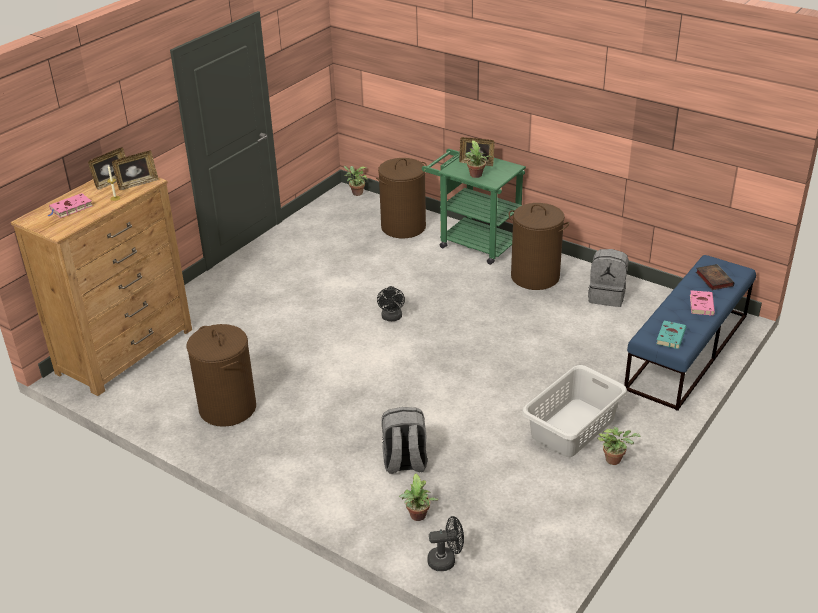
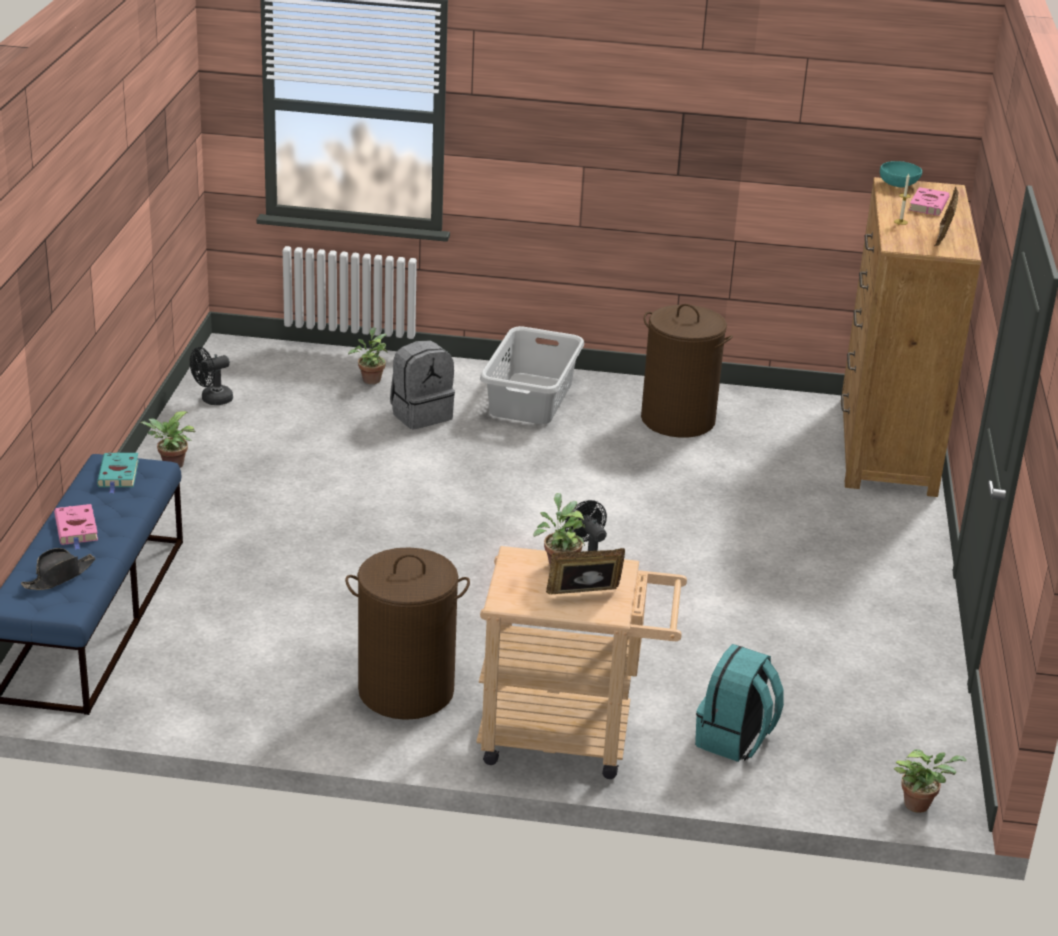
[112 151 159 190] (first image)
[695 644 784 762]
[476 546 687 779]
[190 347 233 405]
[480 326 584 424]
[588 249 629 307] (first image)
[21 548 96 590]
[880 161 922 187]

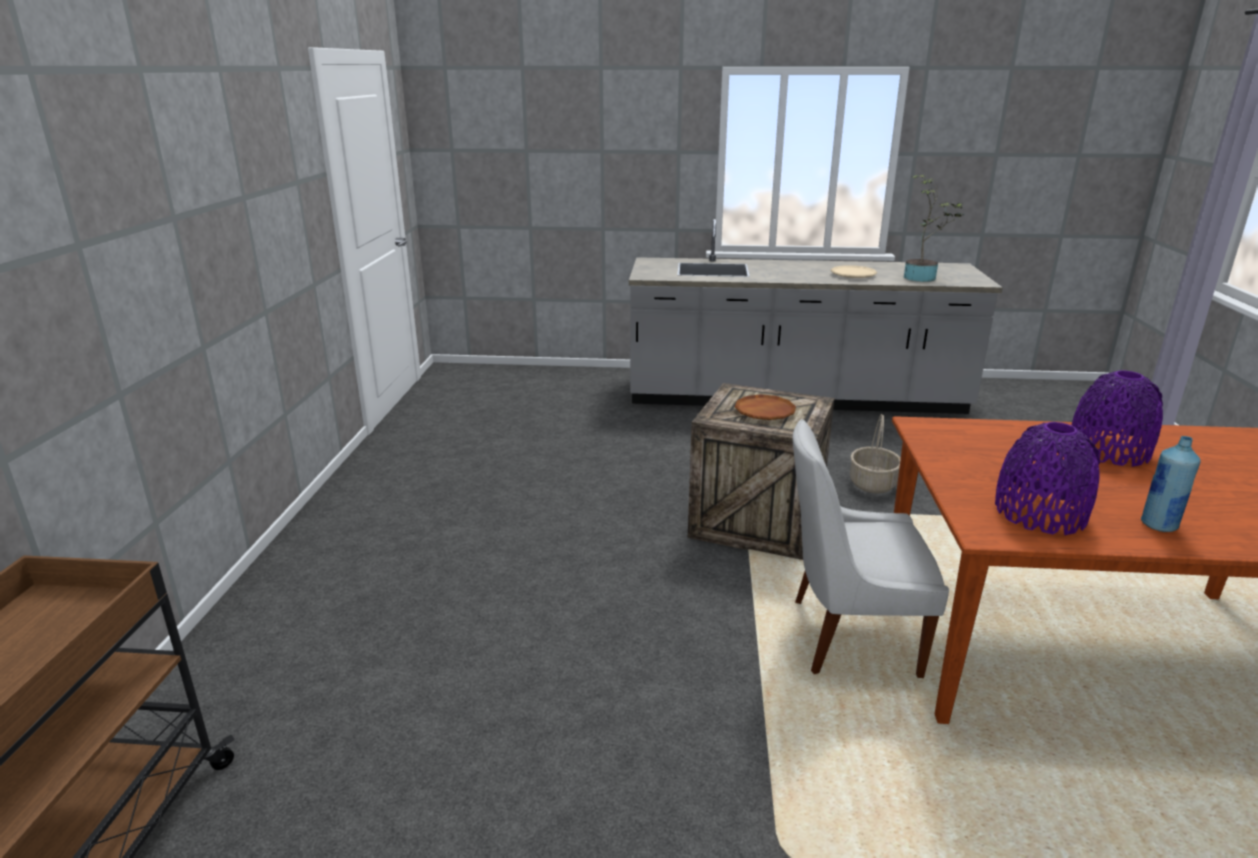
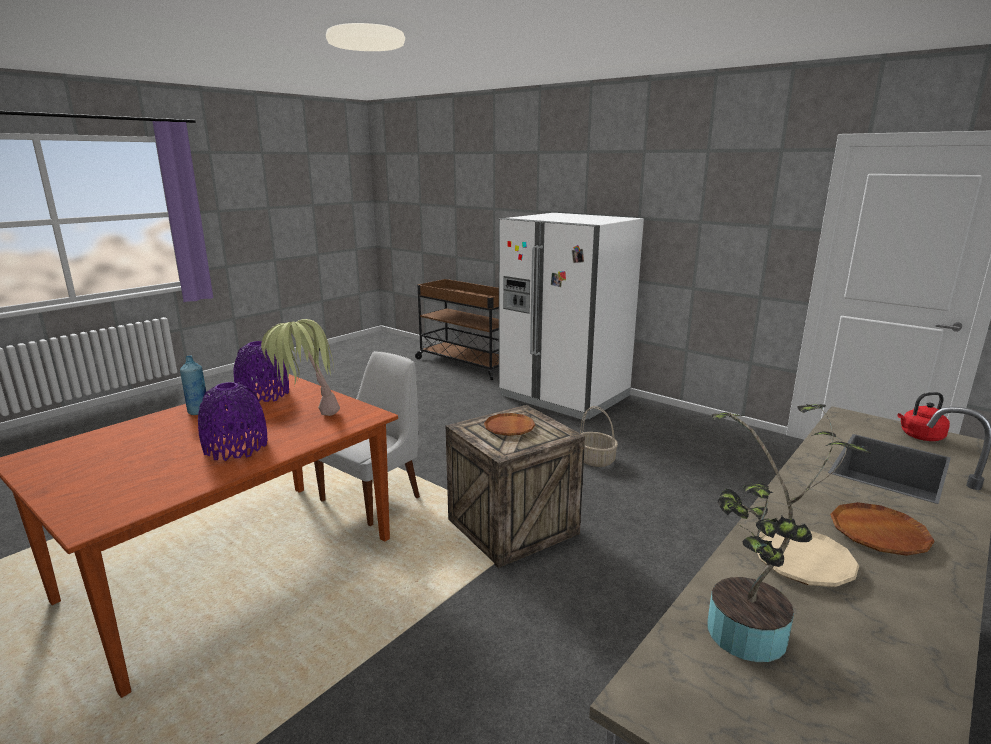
[580 406 618 467]
[261 319 340 416]
[499 213 644 420]
[830 502 935 556]
[897 392 950 441]

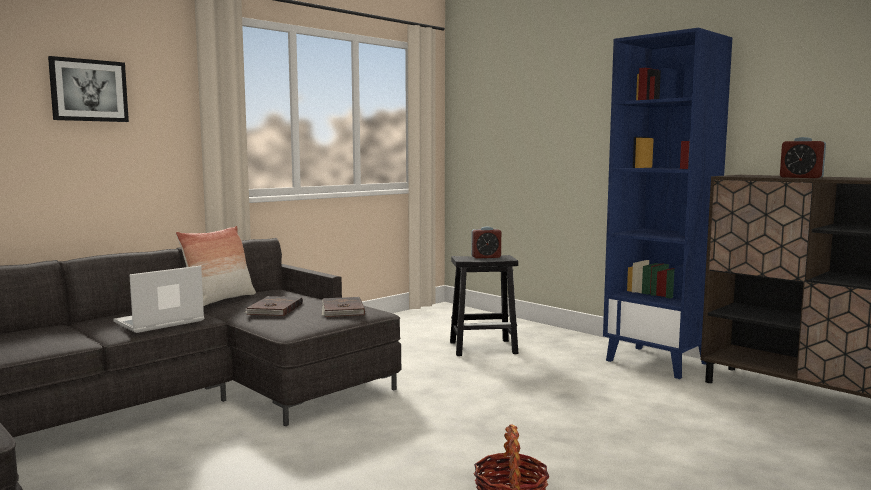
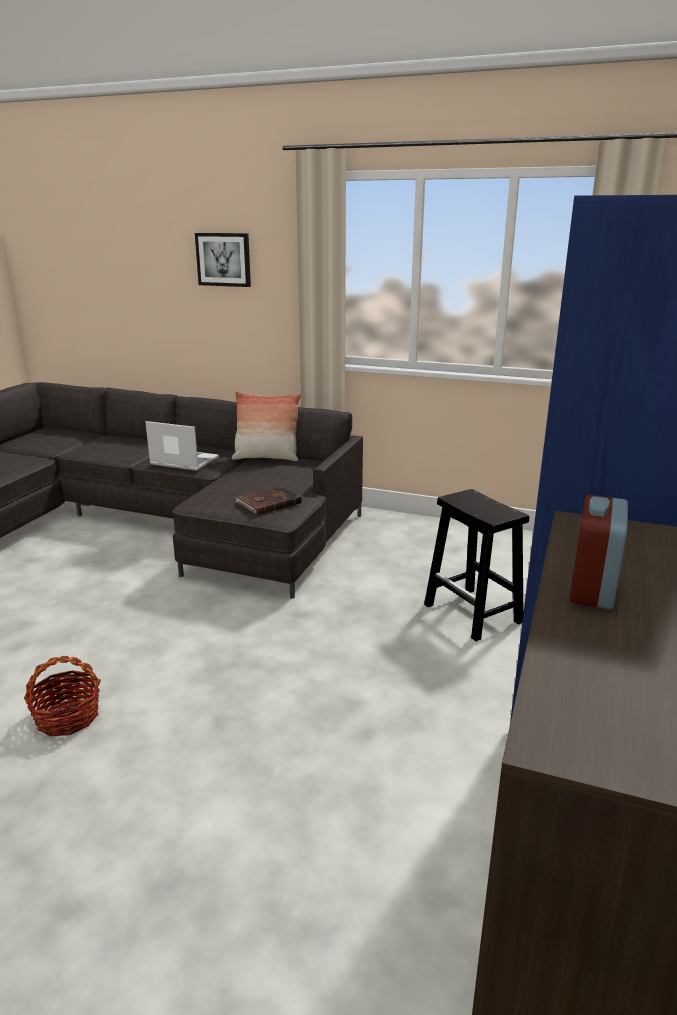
[243 296 303 316] (first image)
[471 226 501 258] (first image)

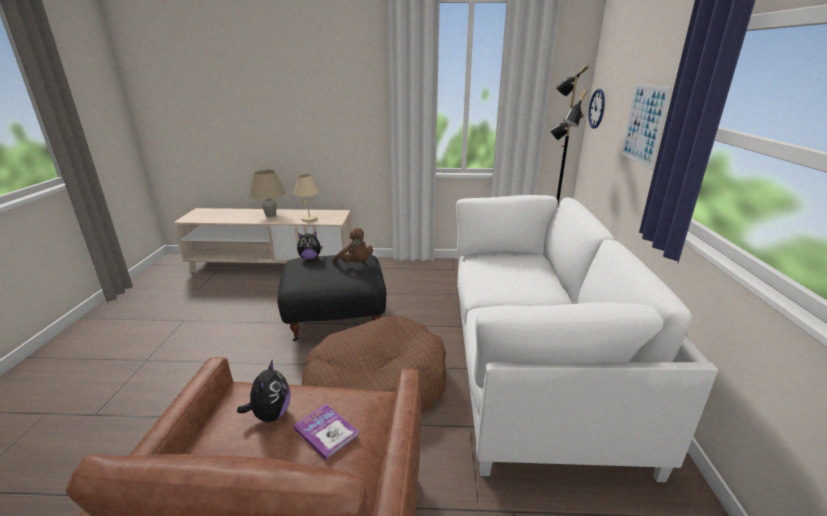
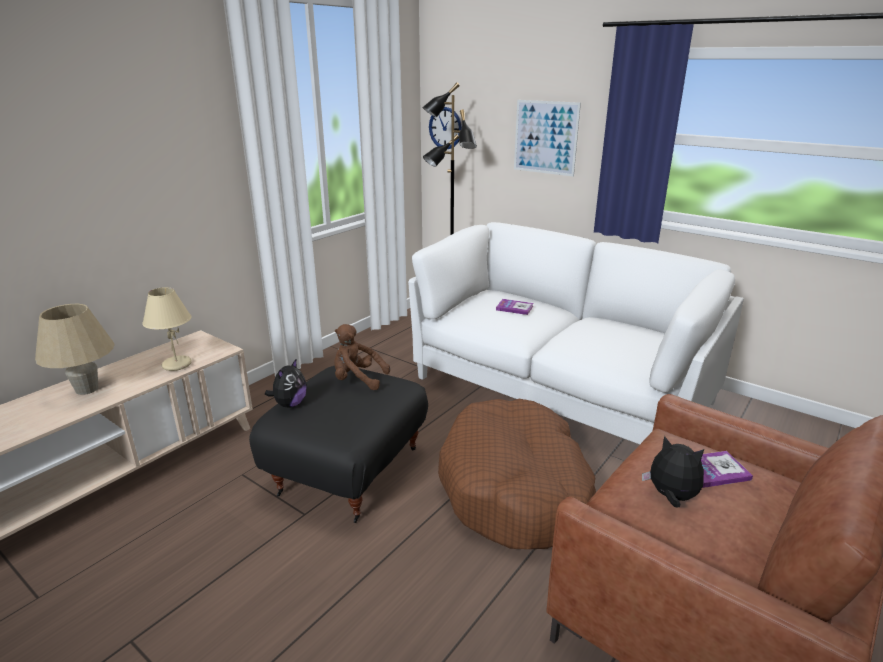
[334 324 390 390]
[496 299 533 315]

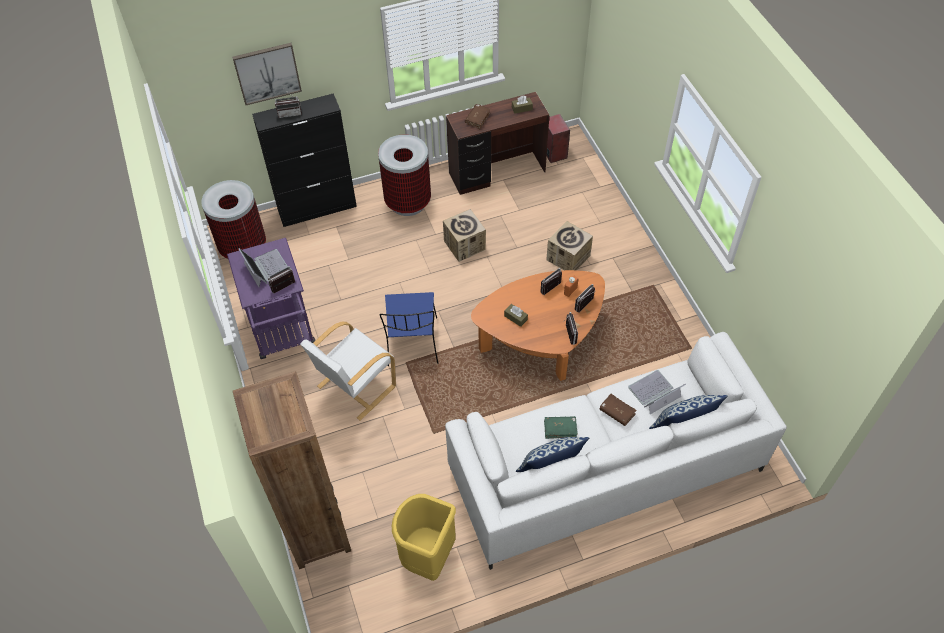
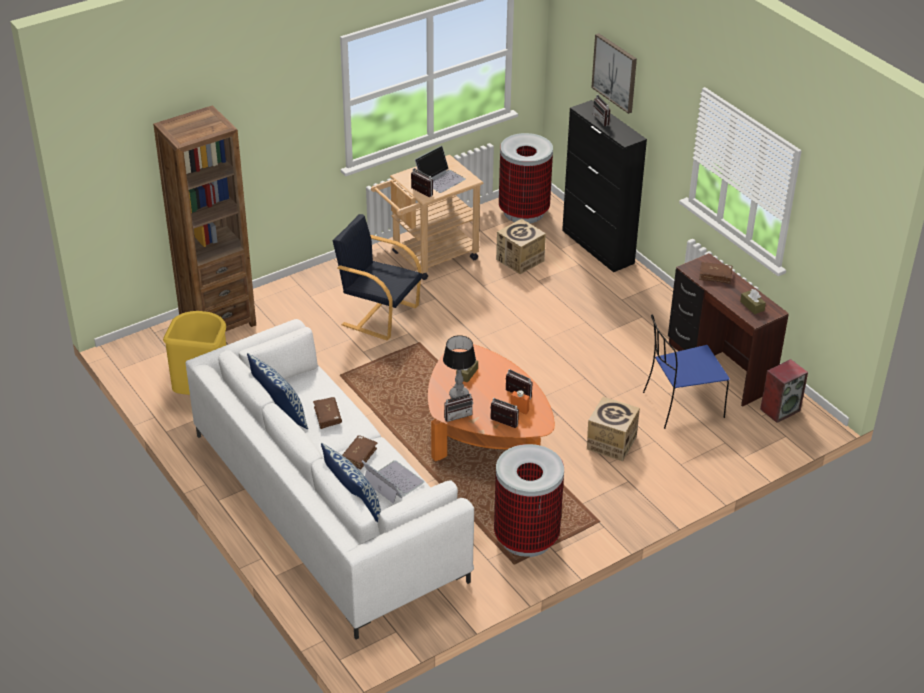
[371 155 483 280]
[333 214 422 340]
[494 444 564 557]
[643 315 730 429]
[496 219 546 274]
[313 397 342 429]
[443 335 476 399]

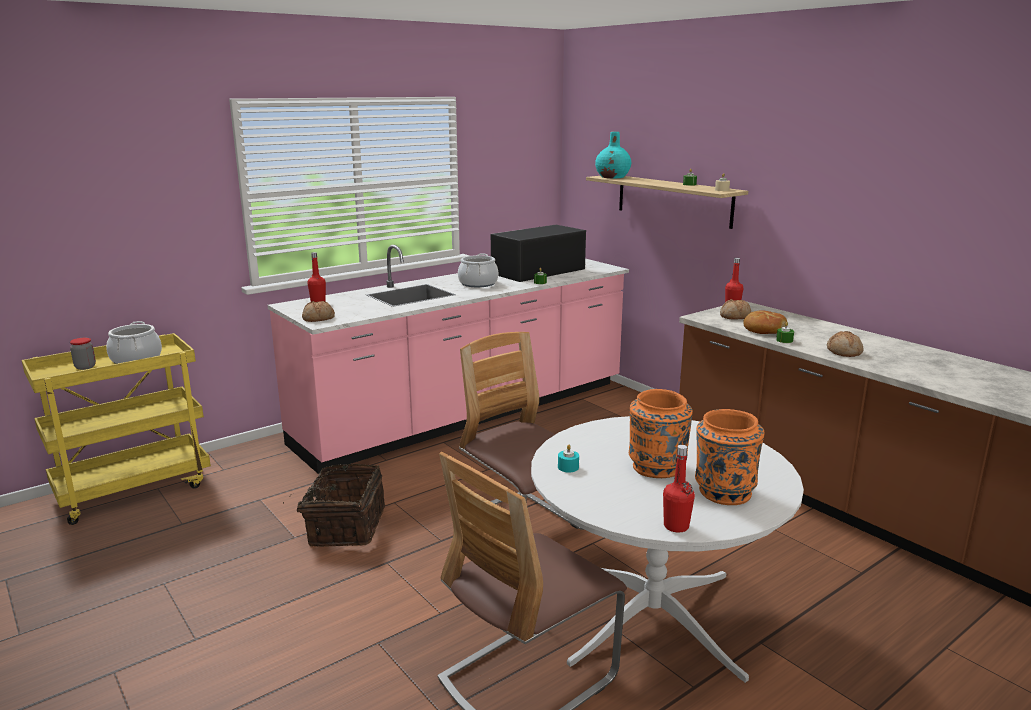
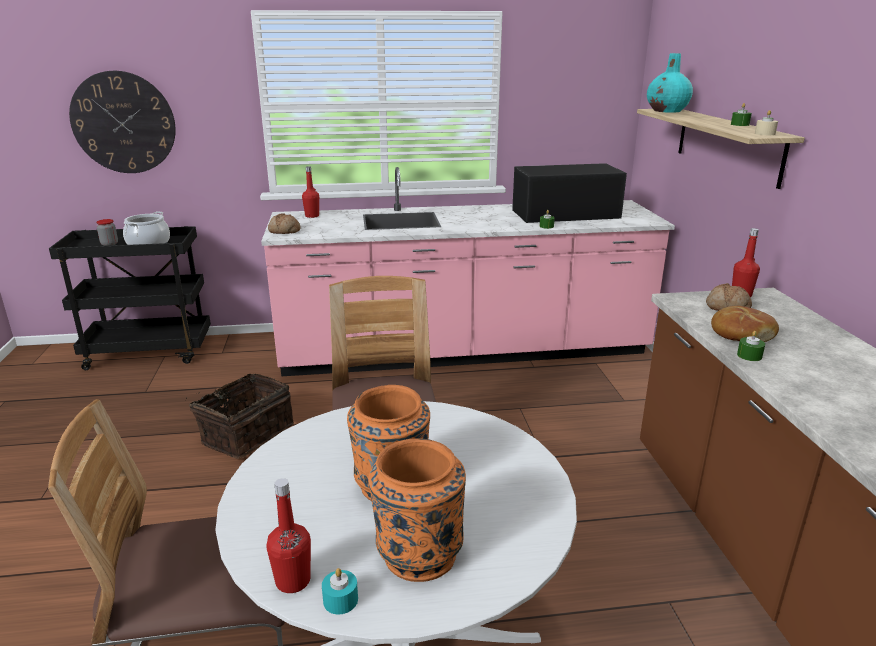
[49 226 211 370]
[458 253 498 287] (first image)
[322 568 358 615]
[827 331 864 357] (first image)
[69 71 176 173]

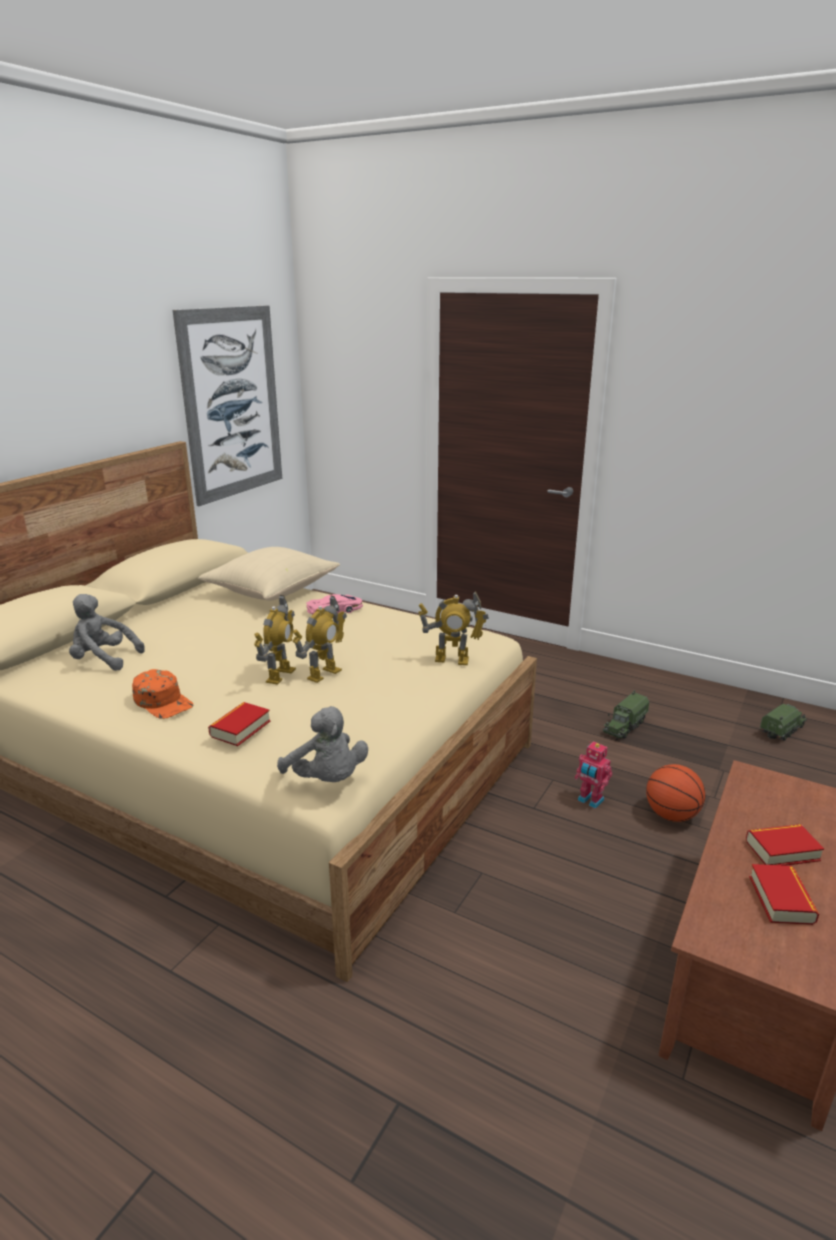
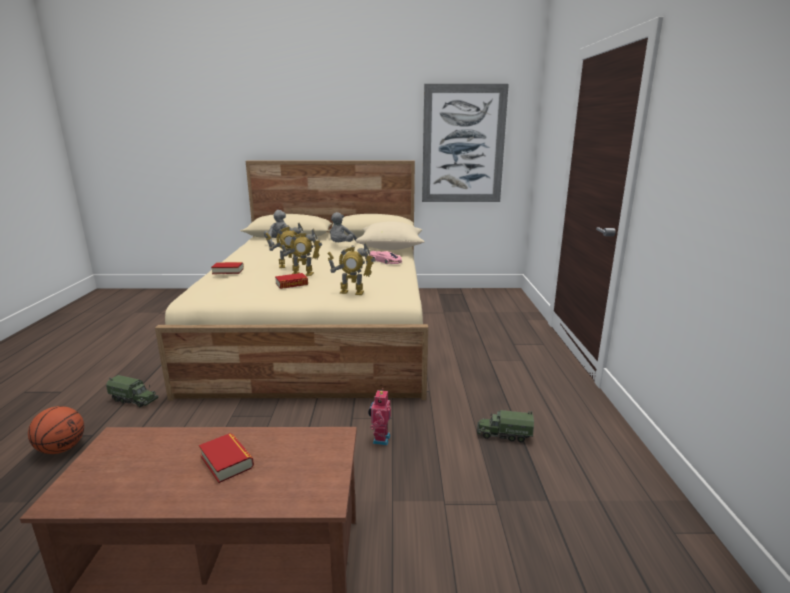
[132 669 194 719] (first image)
[330 212 357 242]
[328 242 375 295]
[28 406 84 454]
[275 273 308 289]
[106 375 158 407]

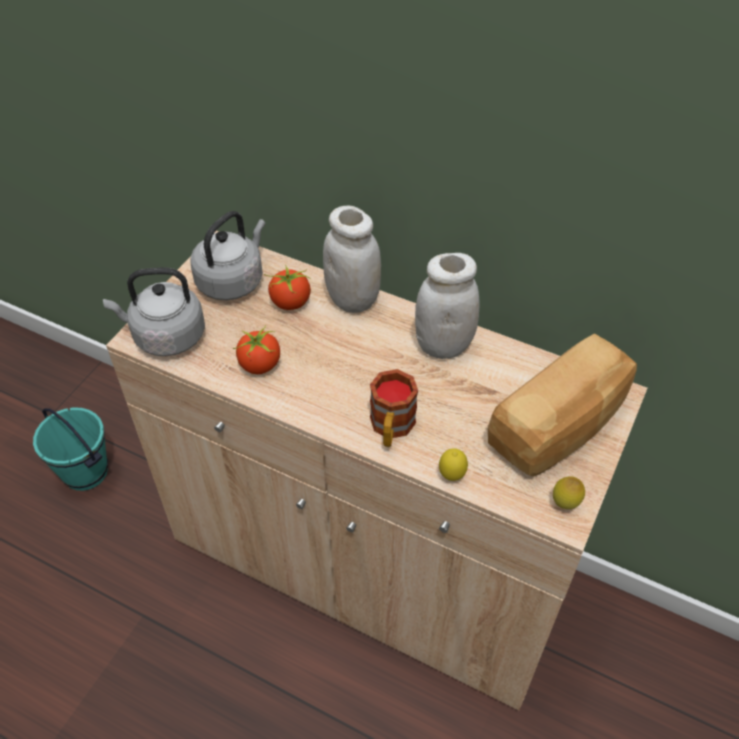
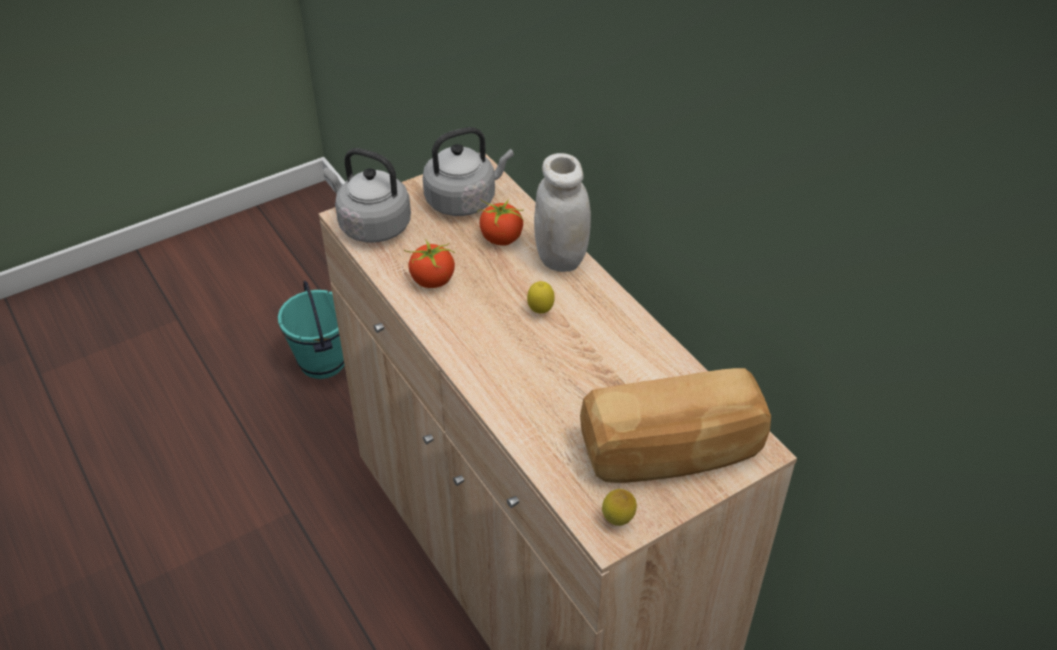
[370 369 418 447] (first image)
[415 253 479 359] (first image)
[527 281 555 314]

